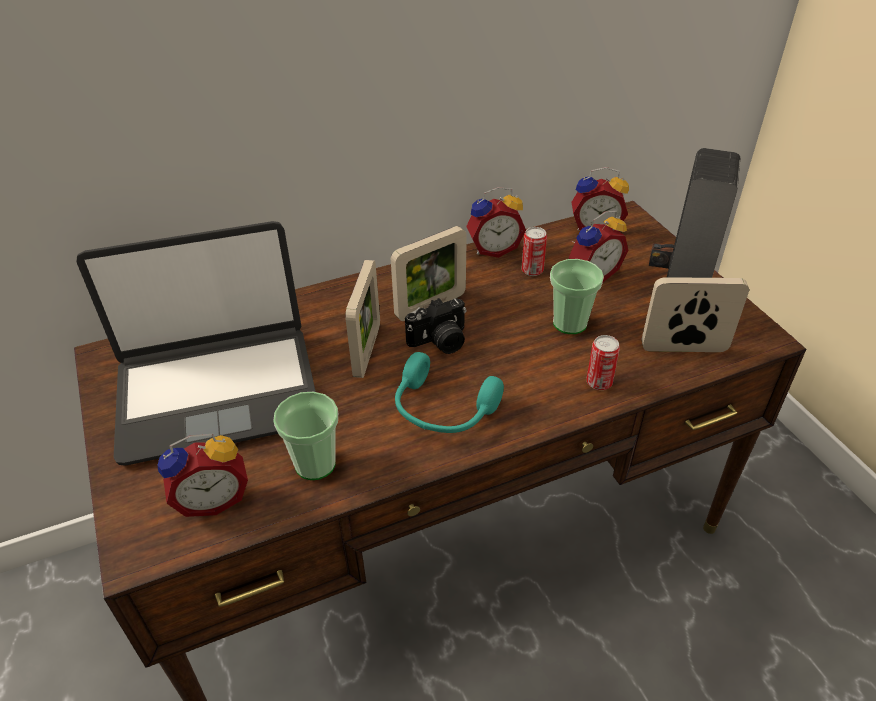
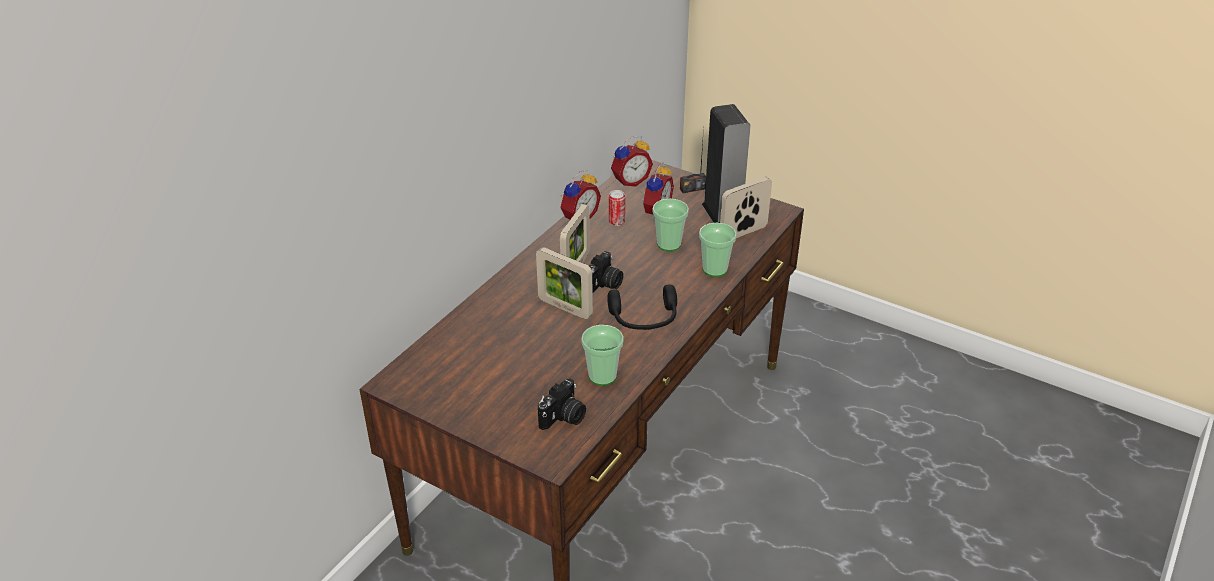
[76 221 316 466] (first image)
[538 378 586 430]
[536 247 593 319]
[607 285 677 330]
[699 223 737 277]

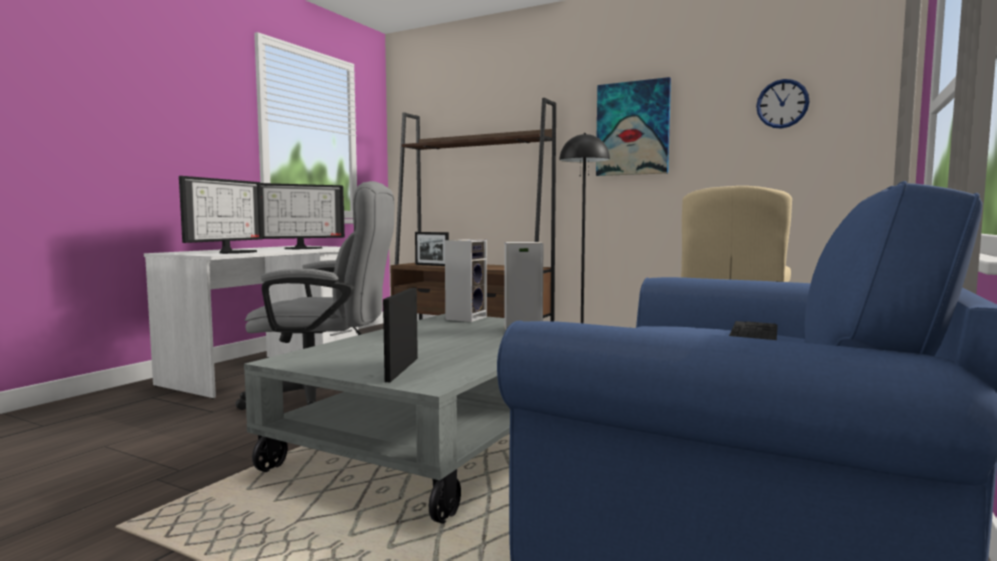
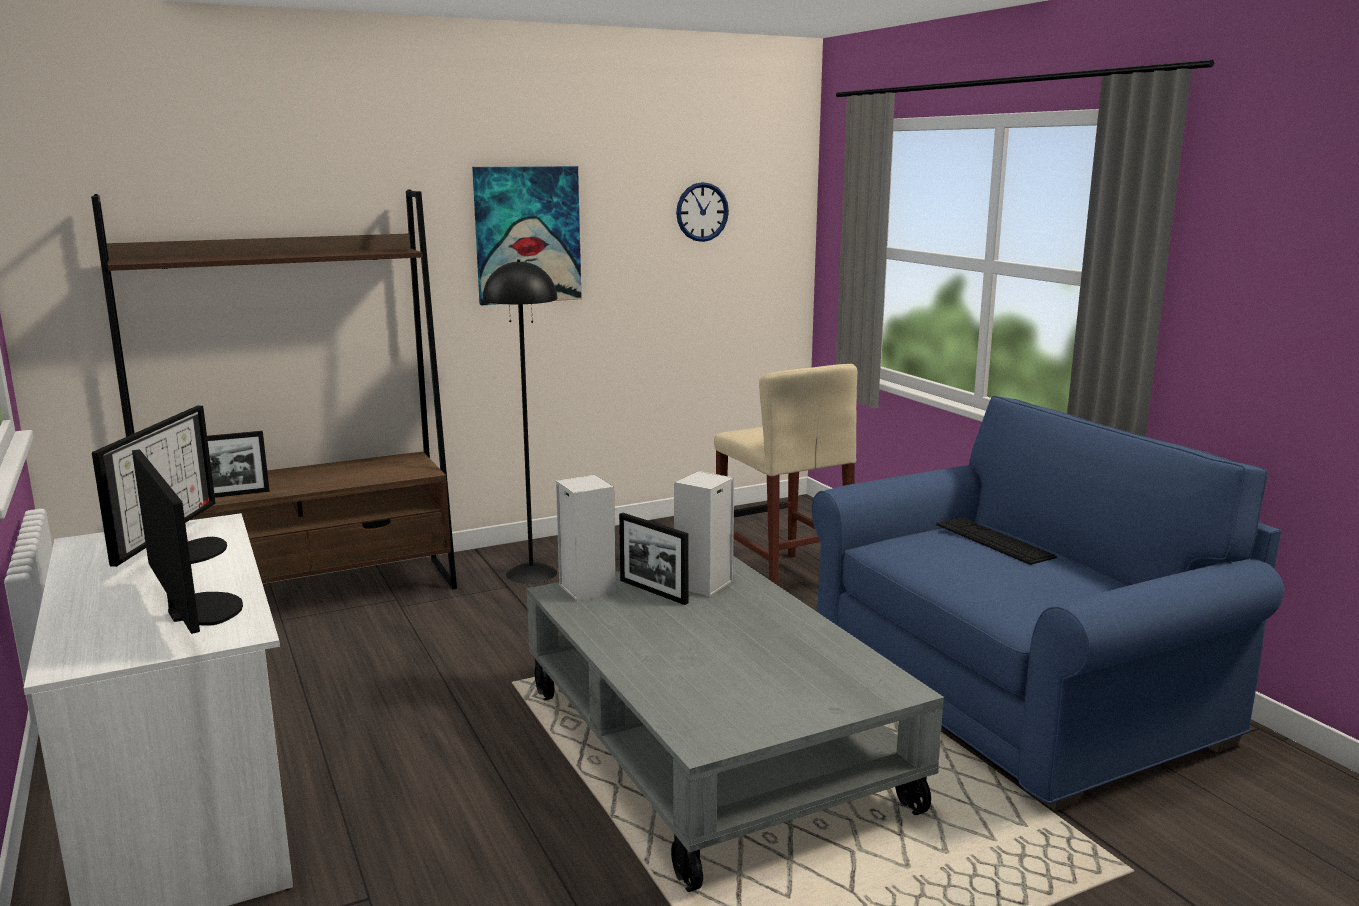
[235 181 394 410] (first image)
[619 513 689 605]

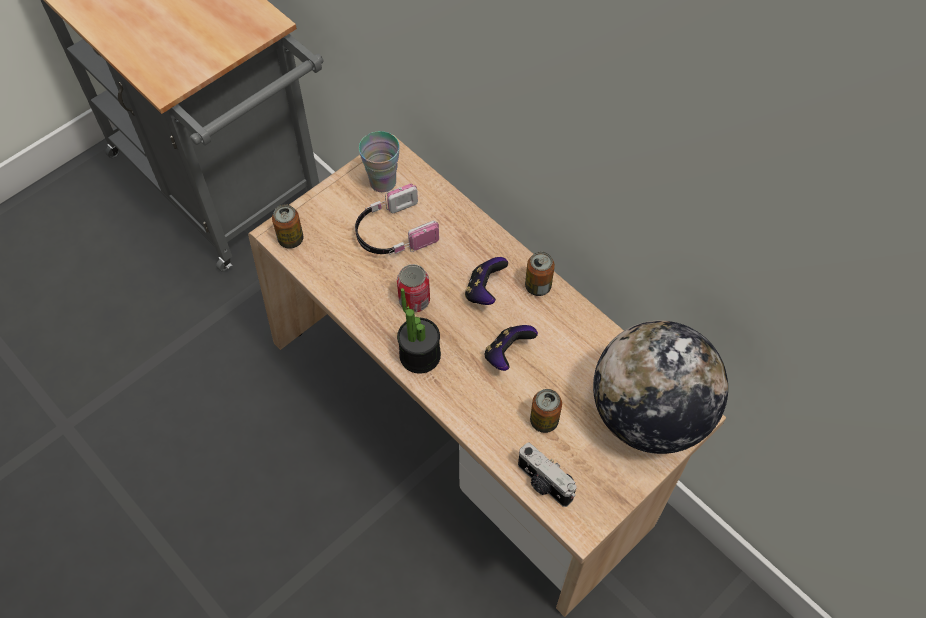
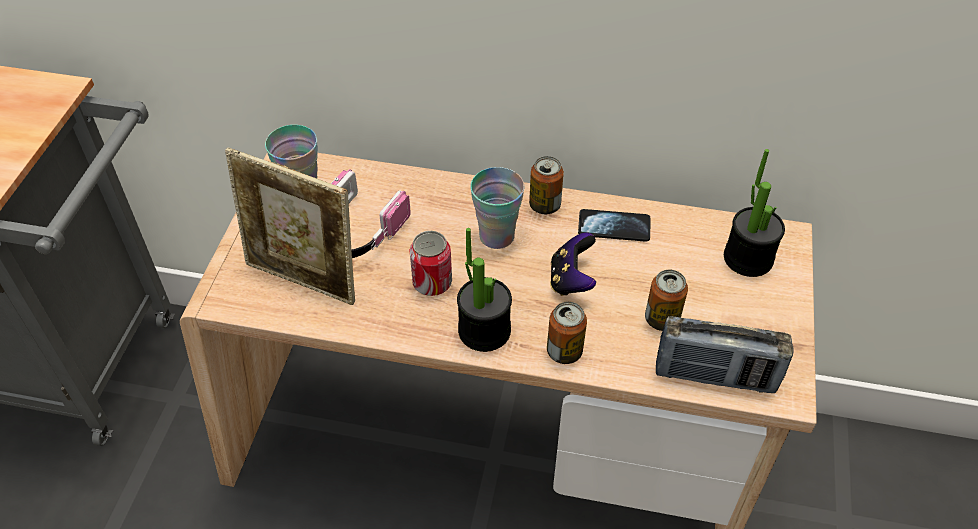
[547 302 587 364]
[470 167 524 249]
[656 316 794 393]
[724 149 785 277]
[225 147 355 305]
[578 209 650 242]

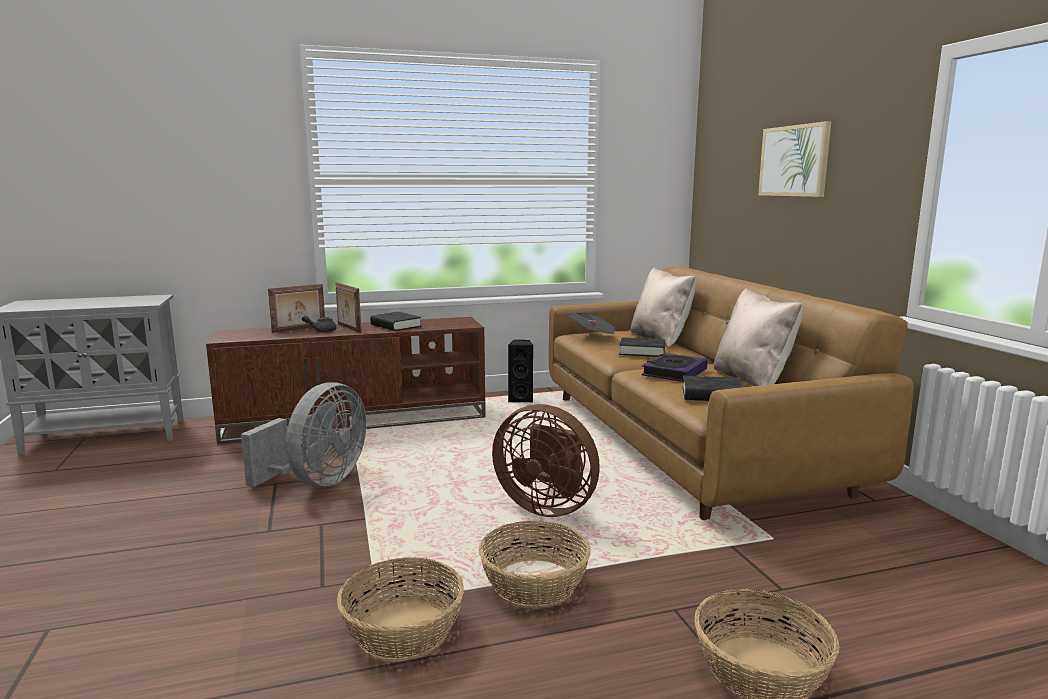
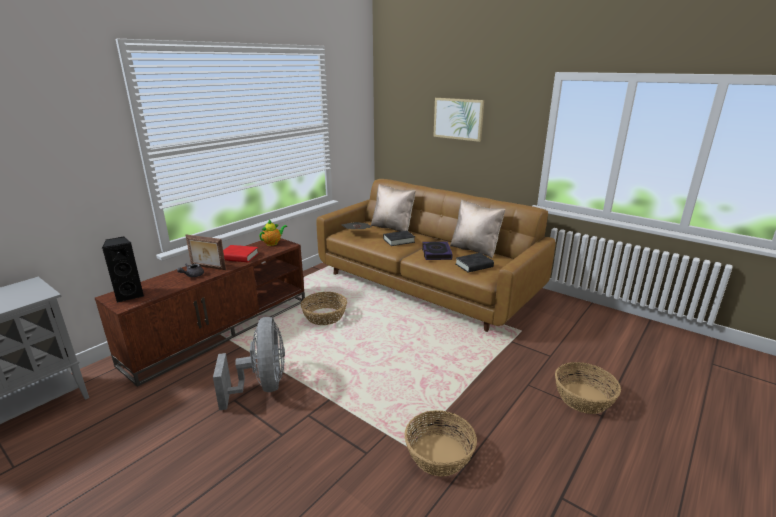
[268 284 325 333] (first image)
[223 245 259 262]
[301 292 347 325]
[492 404 600 517] (first image)
[102 237 144 303]
[259 220 287 246]

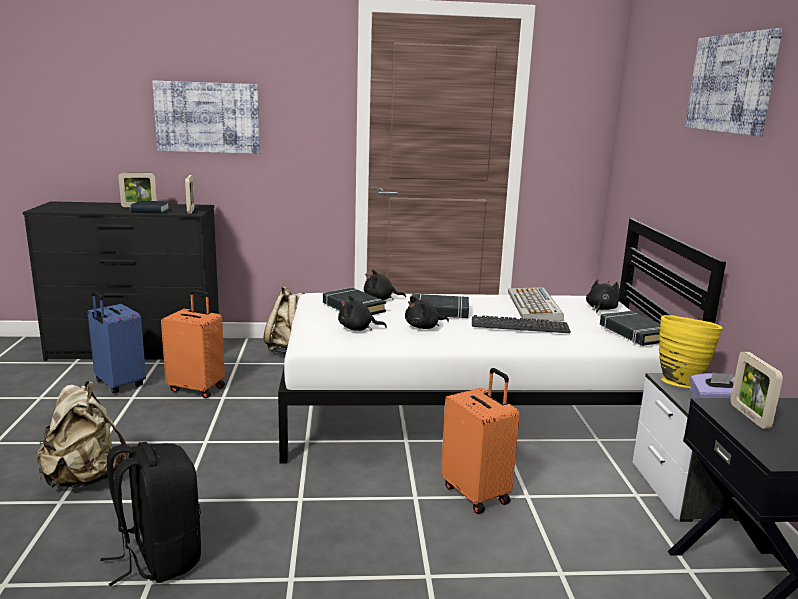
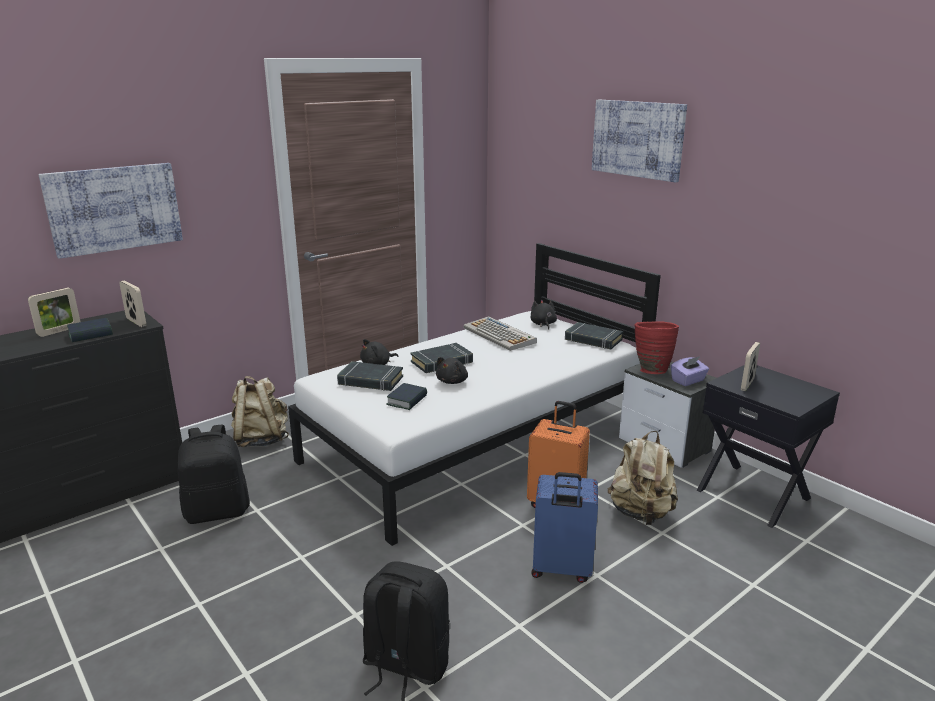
[608 431 678 525]
[531 472 598 583]
[178 425 250 524]
[386 383 427 410]
[472 315 571 333] (first image)
[634 322 679 374]
[741 342 760 391]

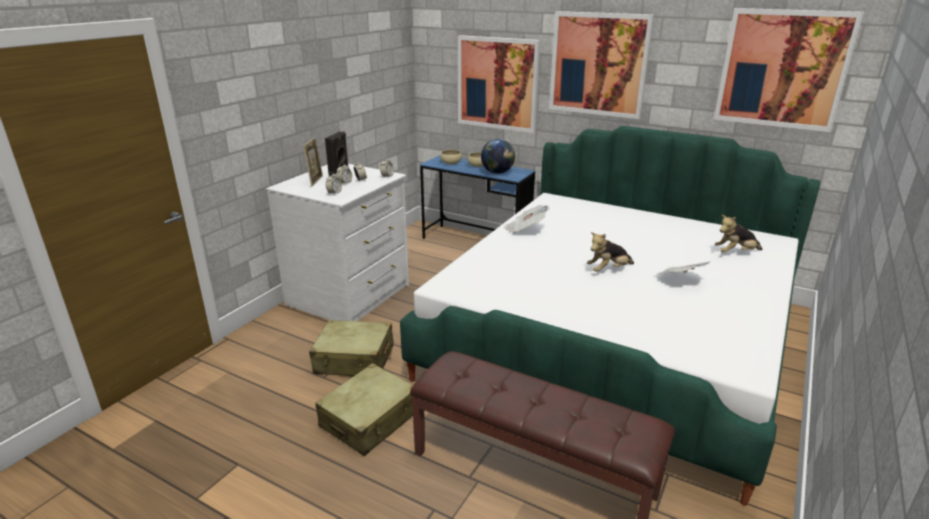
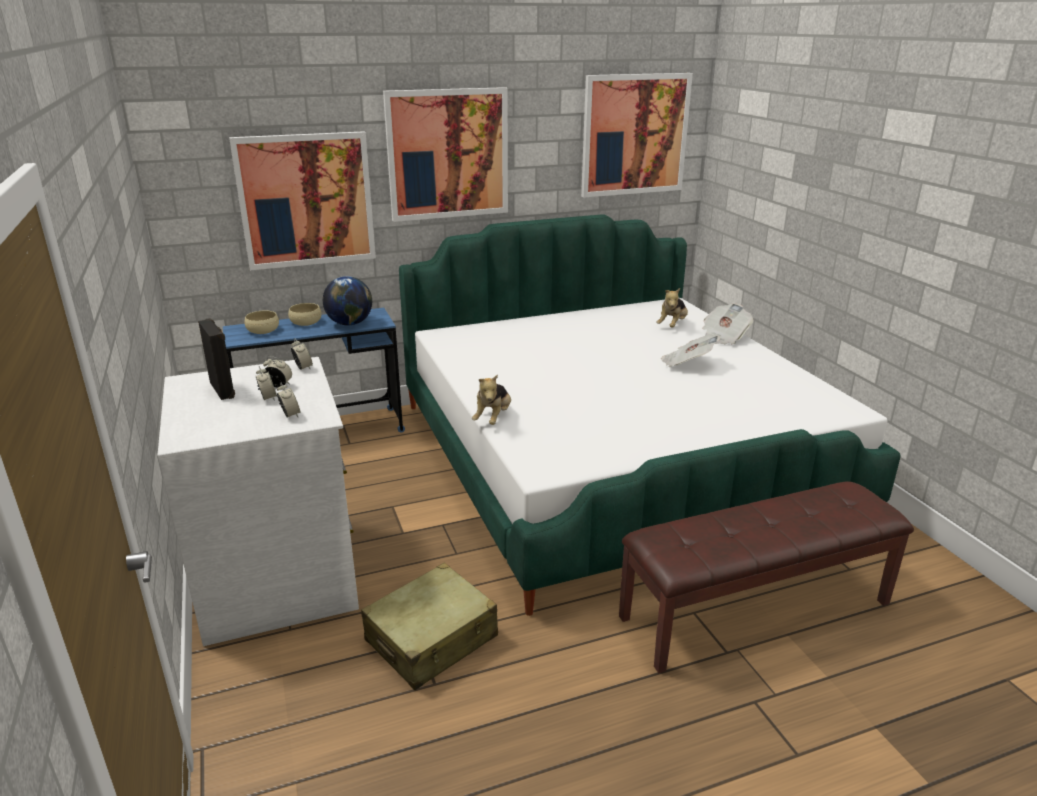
[303 137 323 187] (first image)
[315 363 413 456] (first image)
[702 303 753 344]
[472 374 511 425]

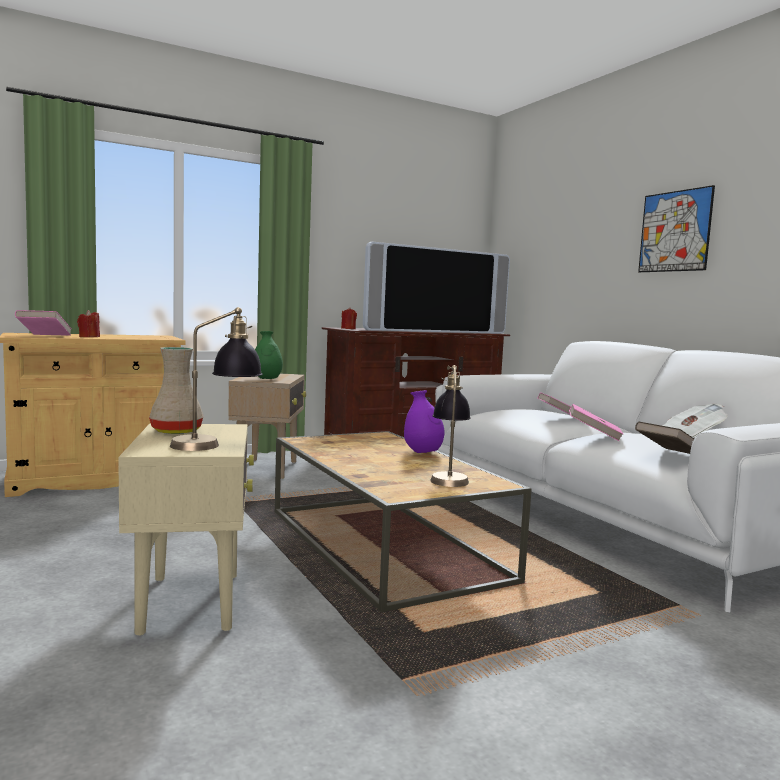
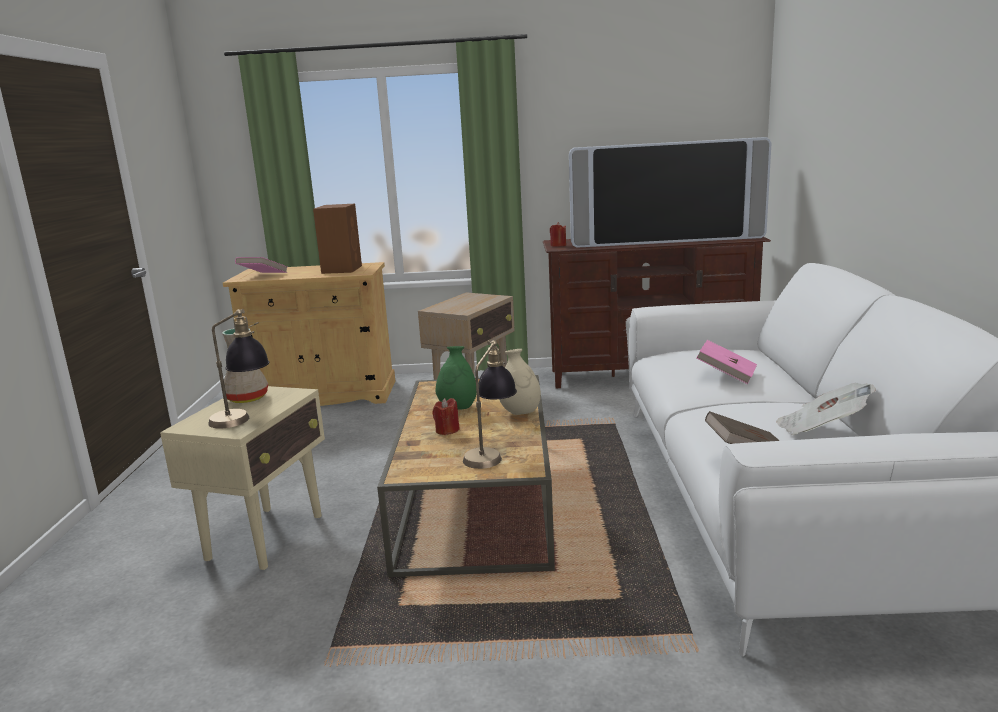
[433 398 460 435]
[435 346 477 410]
[499 349 541 415]
[569 404 623 441] (first image)
[638 185 715 272] (first image)
[313 204 362 274]

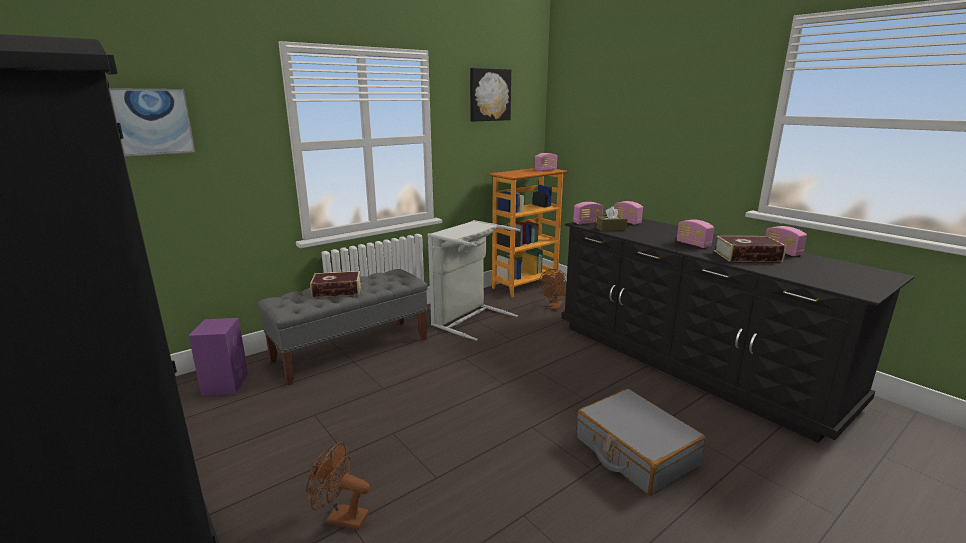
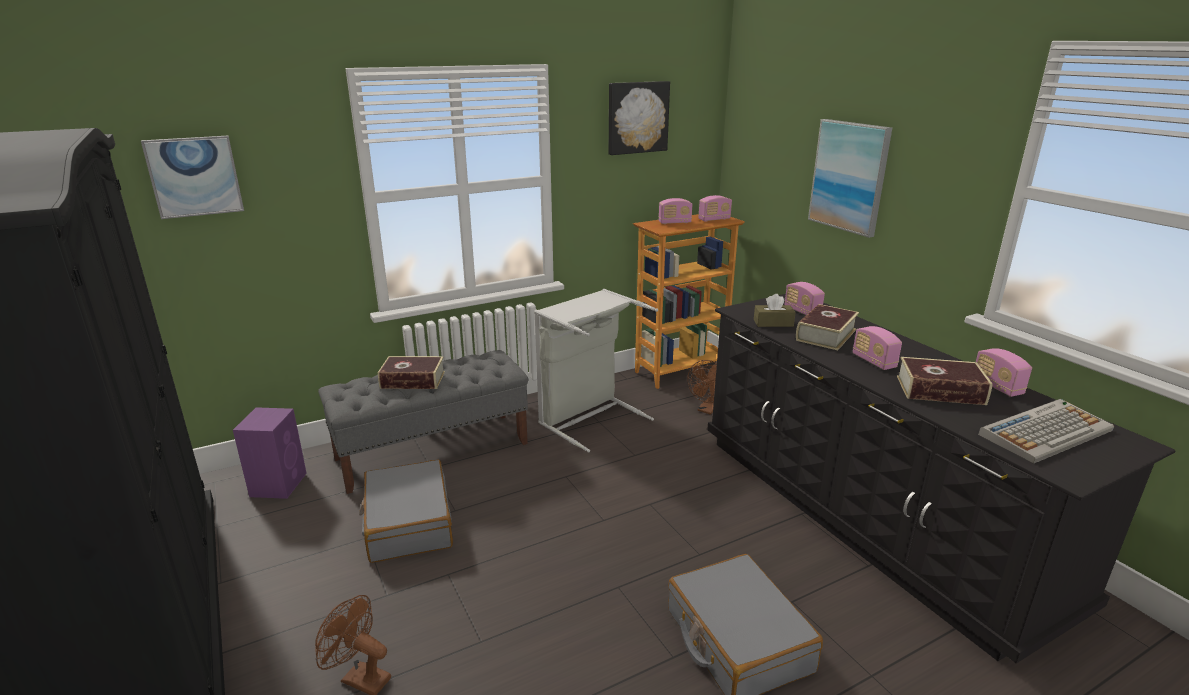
[659 198 692 224]
[359 460 453 563]
[796 304 859 350]
[808 119 892 238]
[978 399 1114 463]

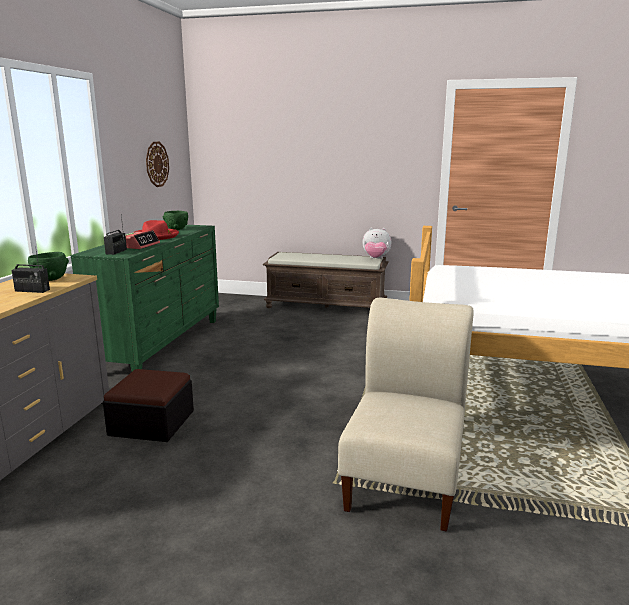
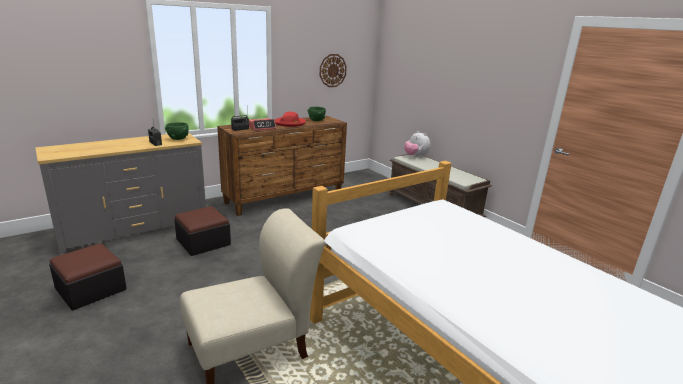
[217 116 347 216]
[404 131 430 157]
[49 243 127 310]

